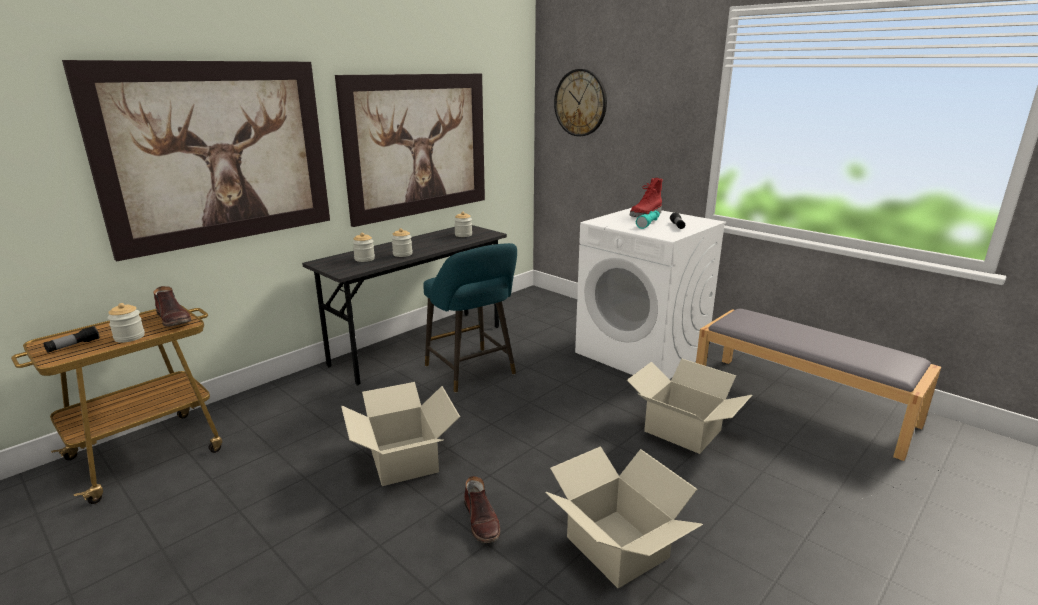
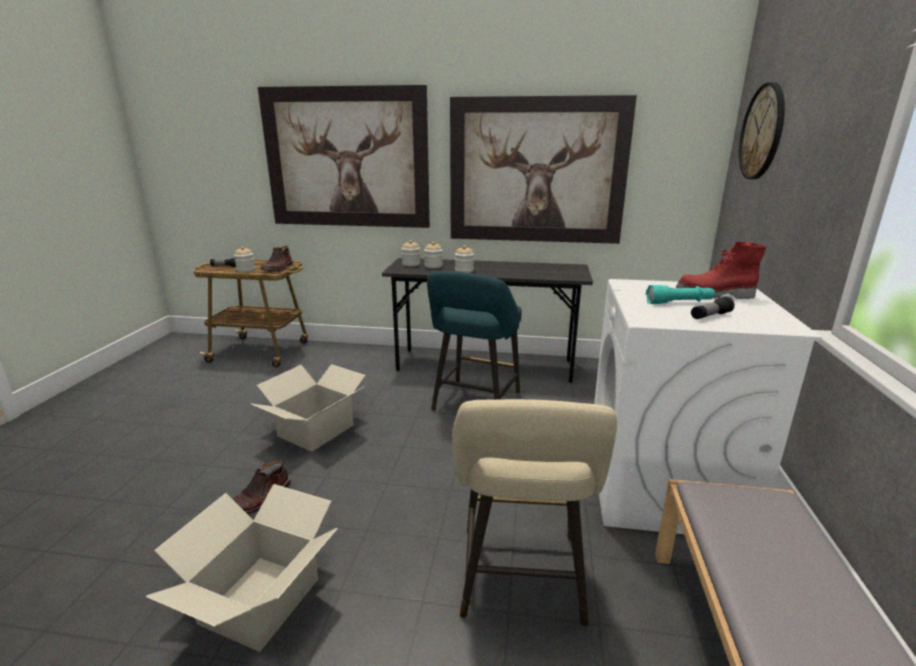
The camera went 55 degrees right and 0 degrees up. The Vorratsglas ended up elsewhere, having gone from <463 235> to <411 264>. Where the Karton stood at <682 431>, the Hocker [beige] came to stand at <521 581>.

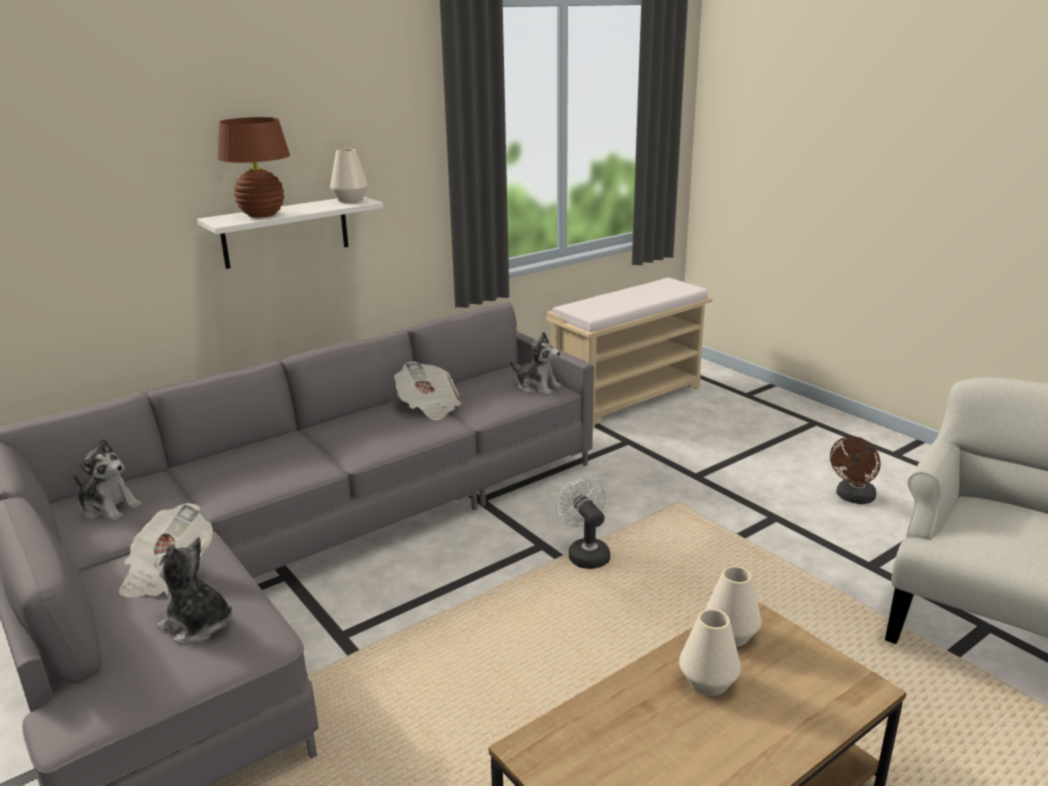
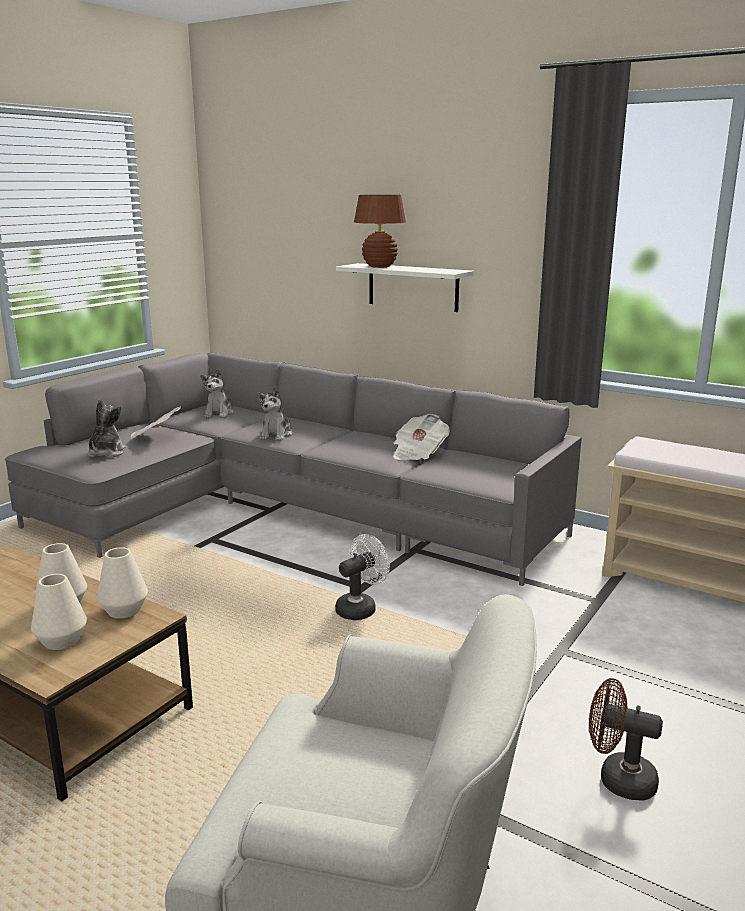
The camera went 70 degrees right and 5 degrees down. The Vase [weiß] ended up elsewhere, having gone from <350 200> to <62 641>. The Plüschtier ended up elsewhere, having gone from <537 387> to <276 435>.

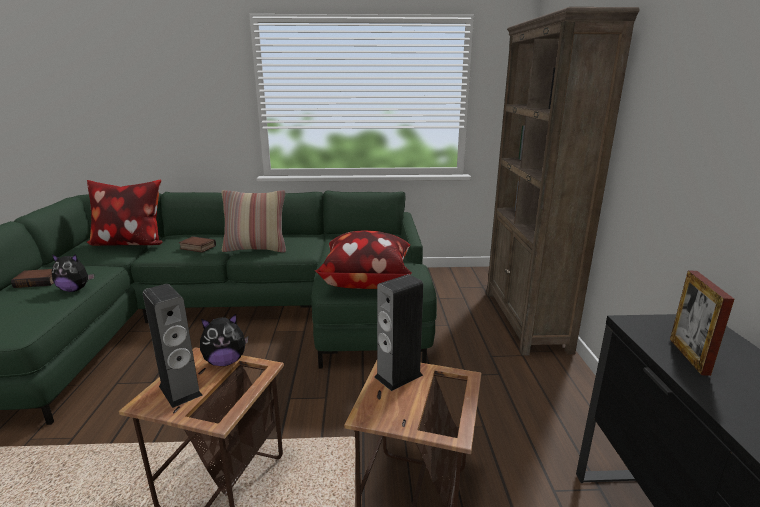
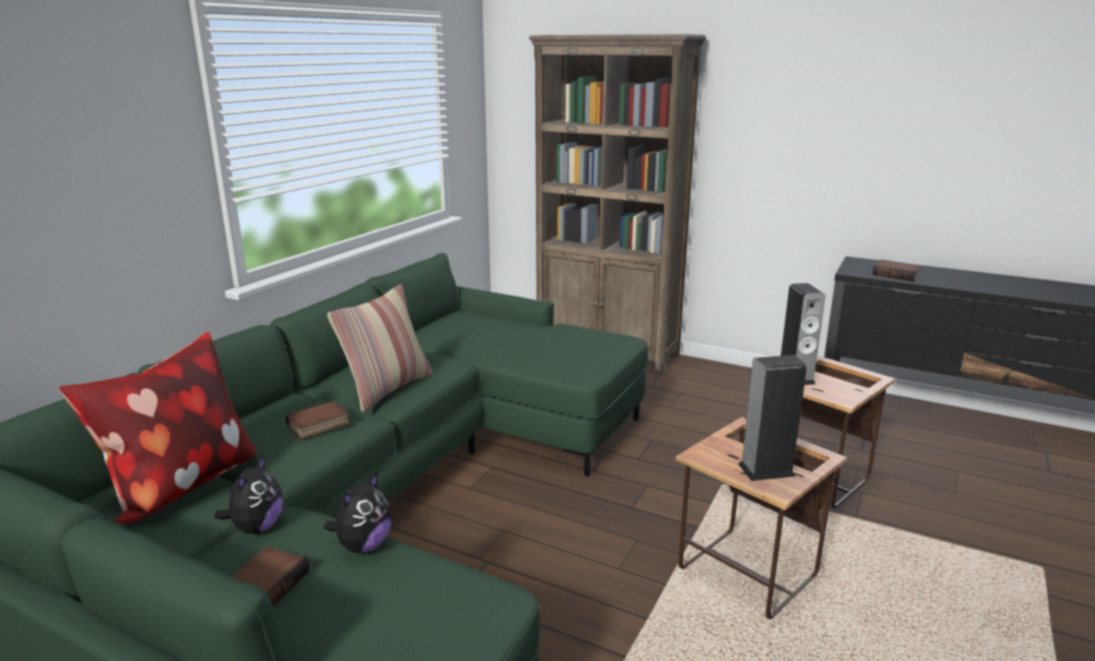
The camera went 60 degrees left and 0 degrees up. The Plüschtier ended up elsewhere, having gone from <225 361> to <257 527>. The second view lost the Kissen at <365 281>. Where the Bilderrahmen stood at <689 356>, the Buch came to stand at <897 274>.

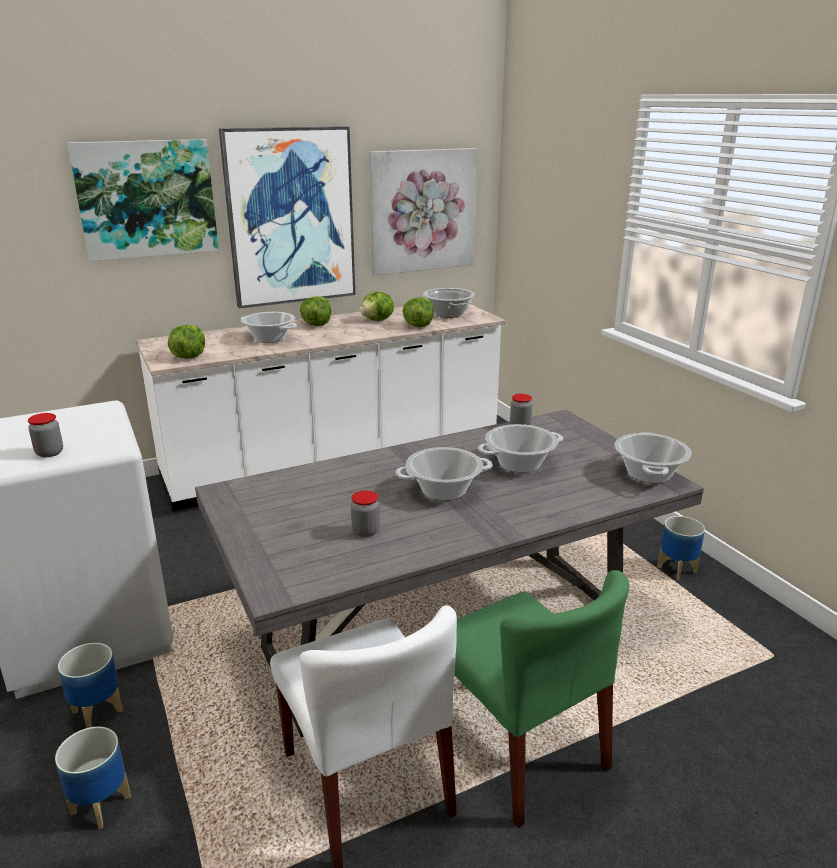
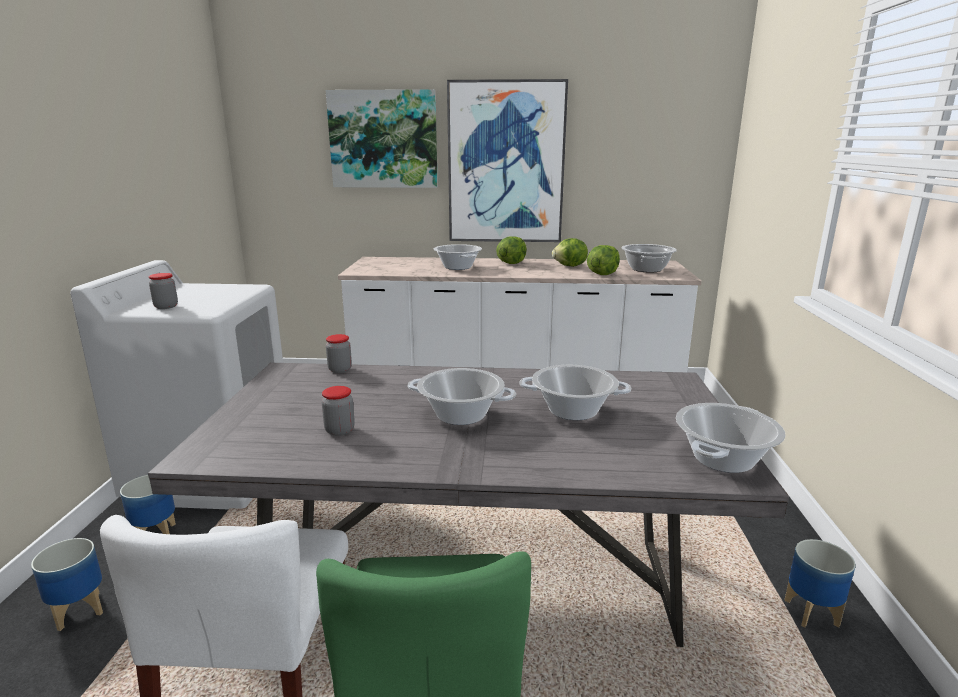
The camera went 30 degrees right and 5 degrees down. The second view lost the Salatkopf at <188 357>. The second view lost the Bild at <422 211>. The Vorratsglas ended up elsewhere, having gone from <520 425> to <340 369>.

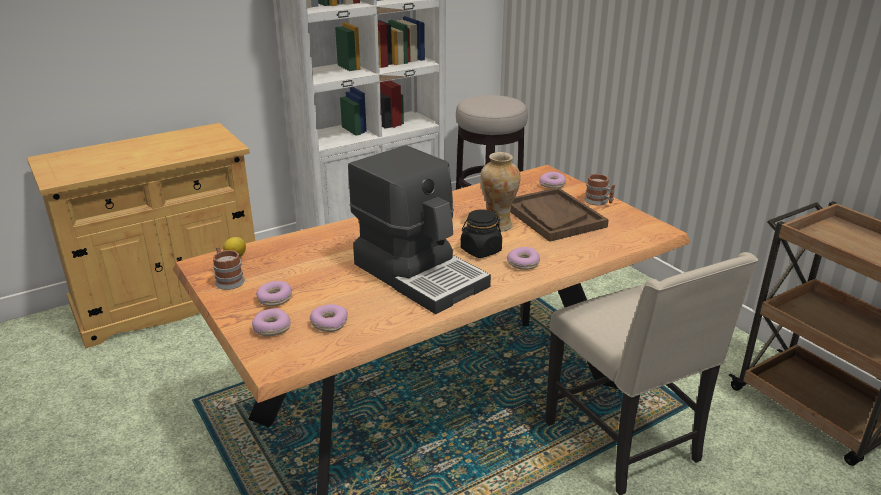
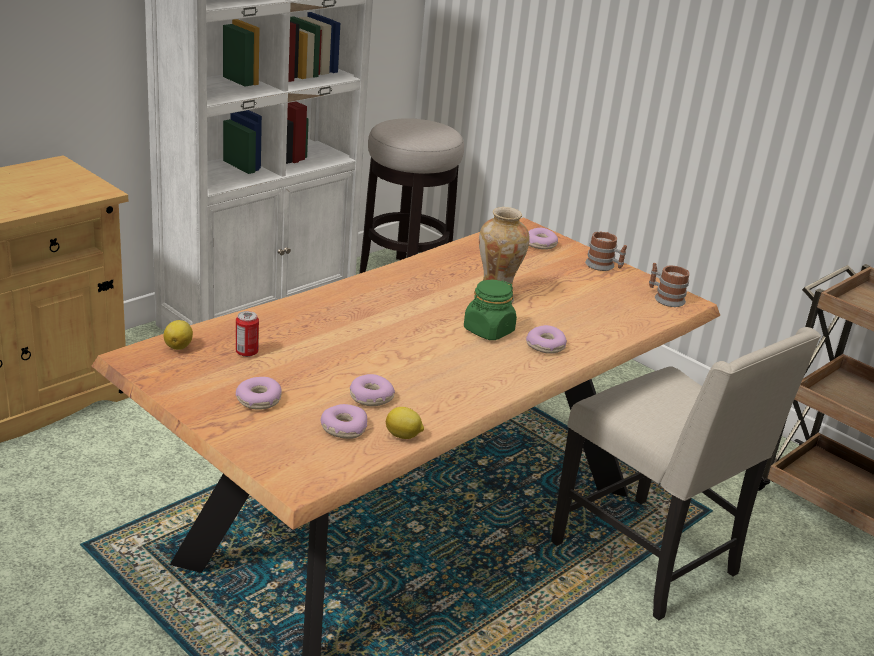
The camera went 15 degrees left and 0 degrees up. The Henkelbecher ended up elsewhere, having gone from <228 280> to <665 298>. The Donut ended up elsewhere, having gone from <271 328> to <370 397>. The second view lost the Kaffeemaschine at <420 274>. What was the Vorratsglas [schwarz] at <480 250> turned into the Vorratsglas [grün] at <488 331>. The second view lost the Tablett [braun] at <553 216>. The second view gained the Dose at <247 353>. The second view gained the Zitrone at <403 436>.

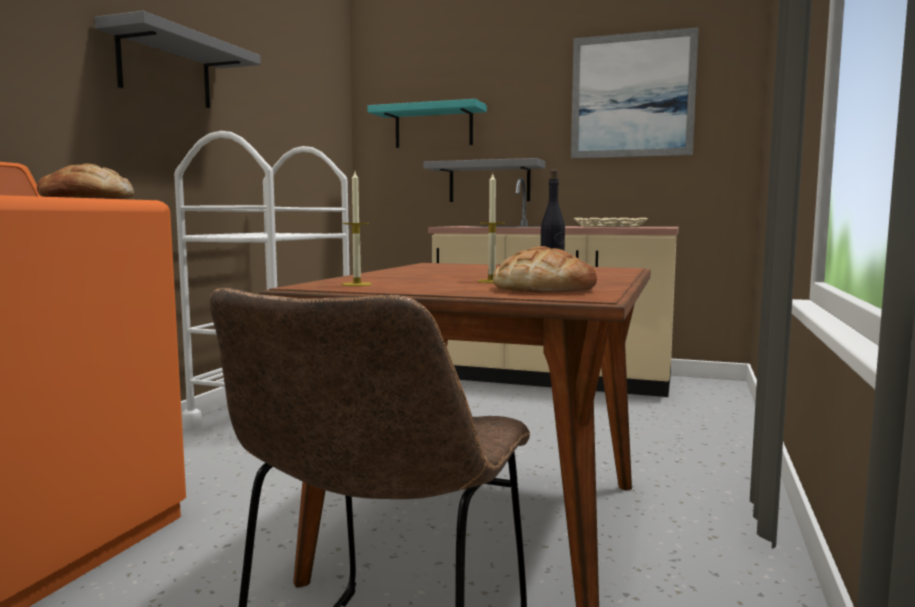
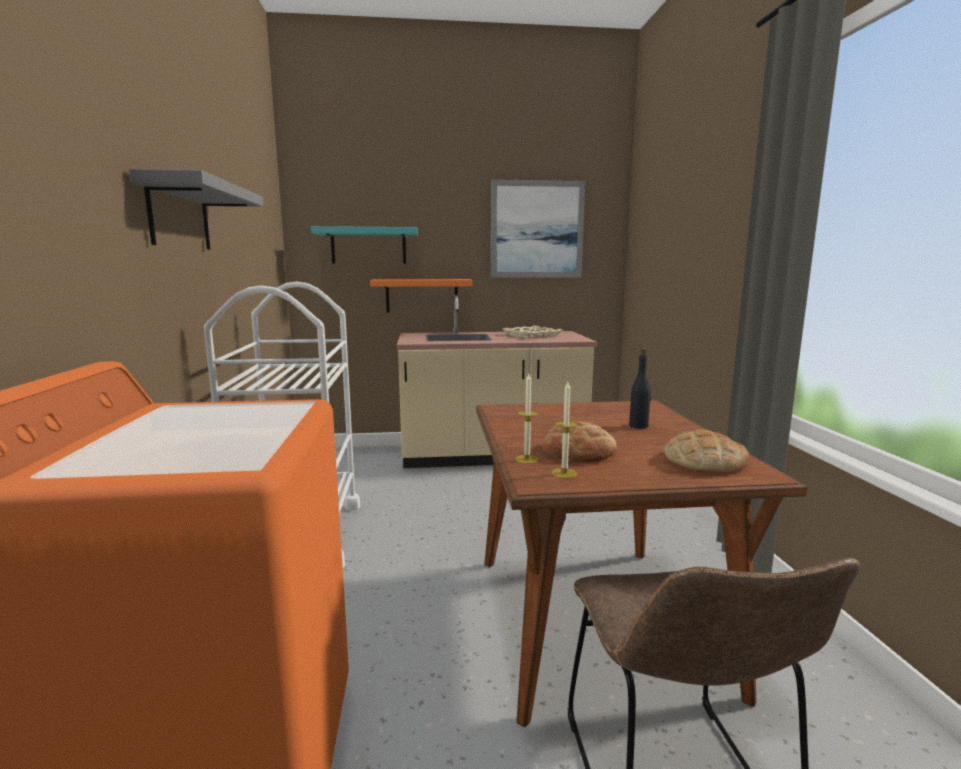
The camera went 25 degrees left and 5 degrees up. The Brot ended up elsewhere, having gone from <87 199> to <578 451>. What was the Wandregal [grau] at <489 182> turned into the Wandregal [orange] at <422 295>. The Kerze ended up elsewhere, having gone from <491 281> to <527 459>.

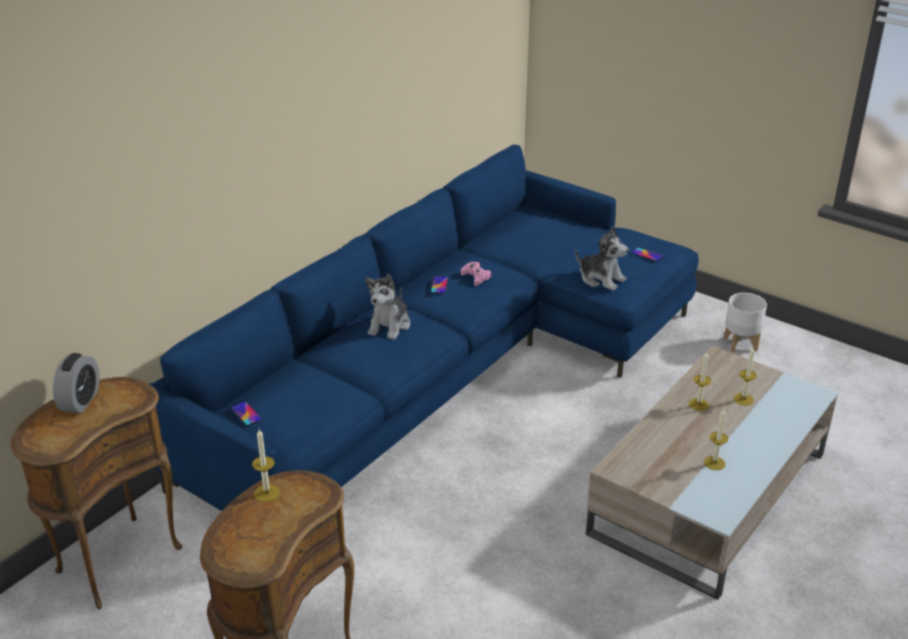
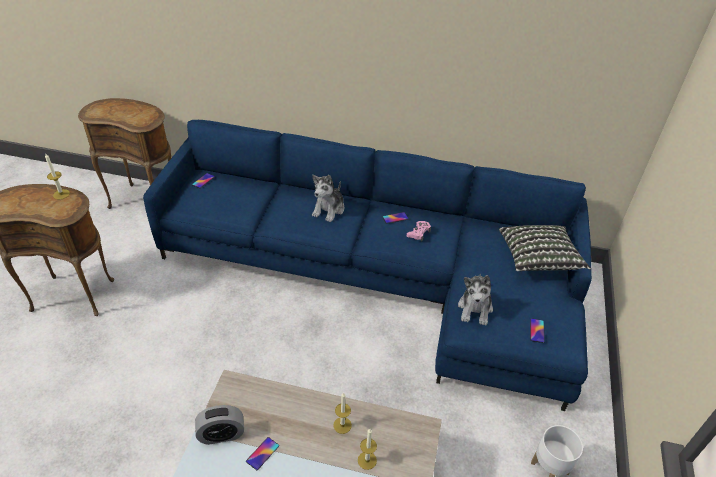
The camera went 65 degrees right and 10 degrees up. The Wecker ended up elsewhere, having gone from <80 401> to <221 434>. The Plüschtier at <389 325> ended up facing another way, 60 degrees counterclockwise from before. Where the Kerze stood at <714 463>, the Handy came to stand at <262 453>. The second view gained the Kissen at <538 259>.

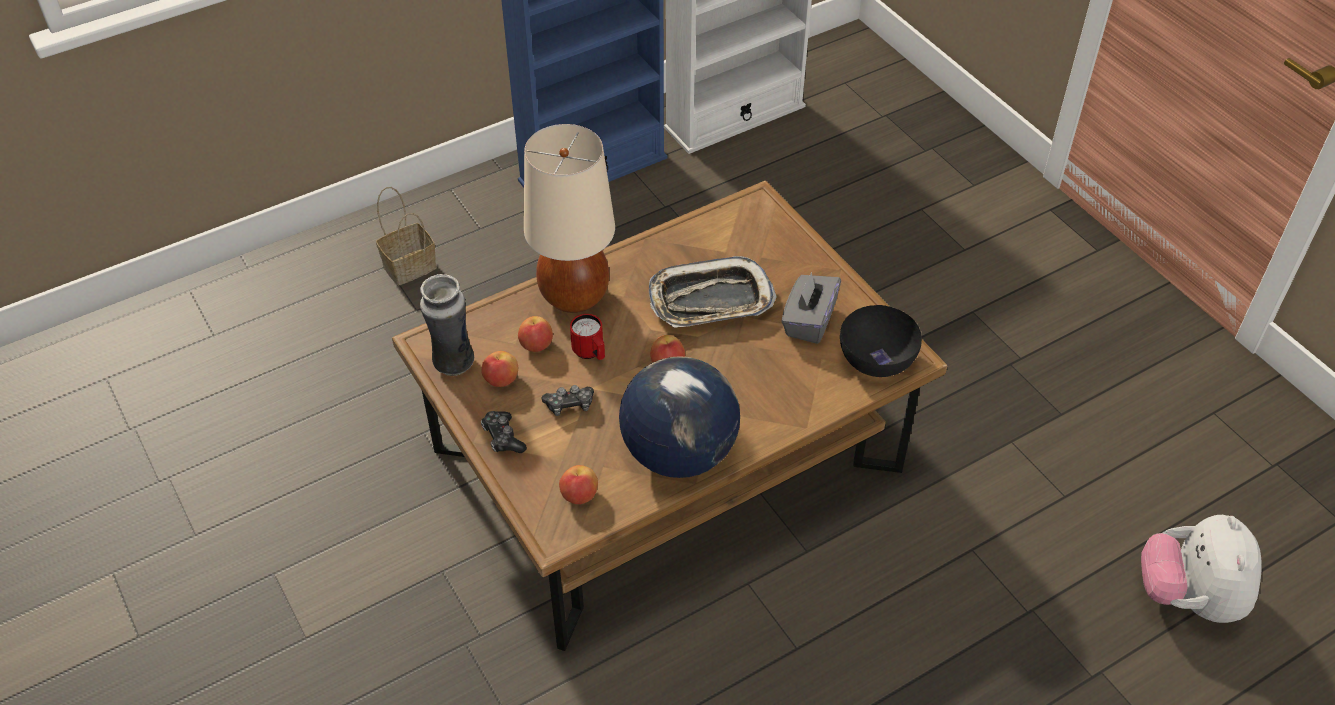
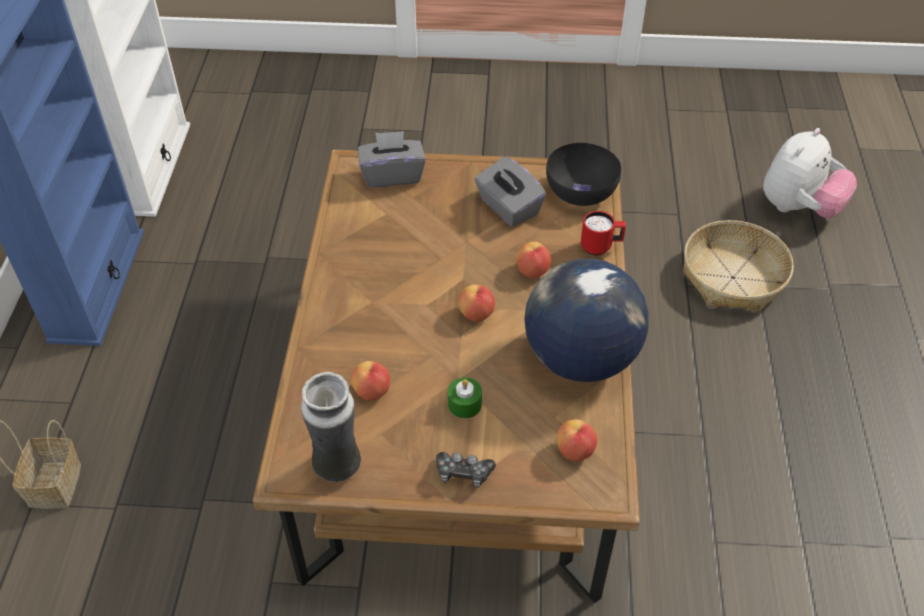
The camera went 55 degrees left and 0 degrees up. The Apfel ended up elsewhere, having gone from <501 380> to <532 271>. The second view lost the Tischlampe [beige] at <575 296>. Where the Gamepad stood at <569 405>, the Kerze [grün] came to stand at <464 404>. The Henkelbecher [rot] ended up elsewhere, having gone from <590 353> to <601 247>. The second view lost the Tablett at <710 301>. The Plüschtier at <1188 597> ended up facing another way, 90 degrees counterclockwise from before. The second view gained the Taschentuchbox [grau] at <392 175>. The second view gained the Korb at <733 277>.

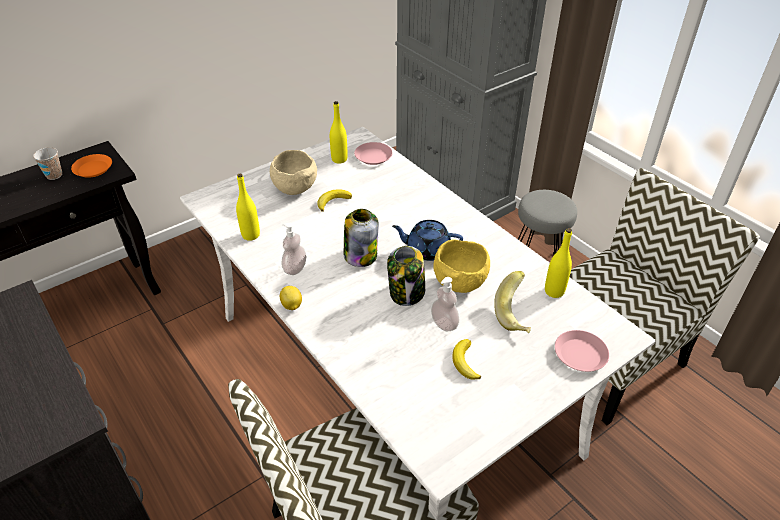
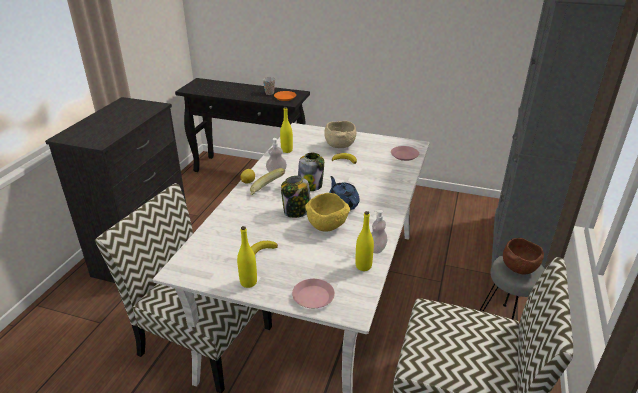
The camera went 55 degrees right and 10 degrees down. The Flasche [gelb] ended up elsewhere, having gone from <339 159> to <248 282>. The Seifenspender ended up elsewhere, having gone from <444 323> to <377 249>. The Banane ended up elsewhere, having gone from <516 315> to <267 191>. The second view gained the Schüssel [braun] at <519 268>.

